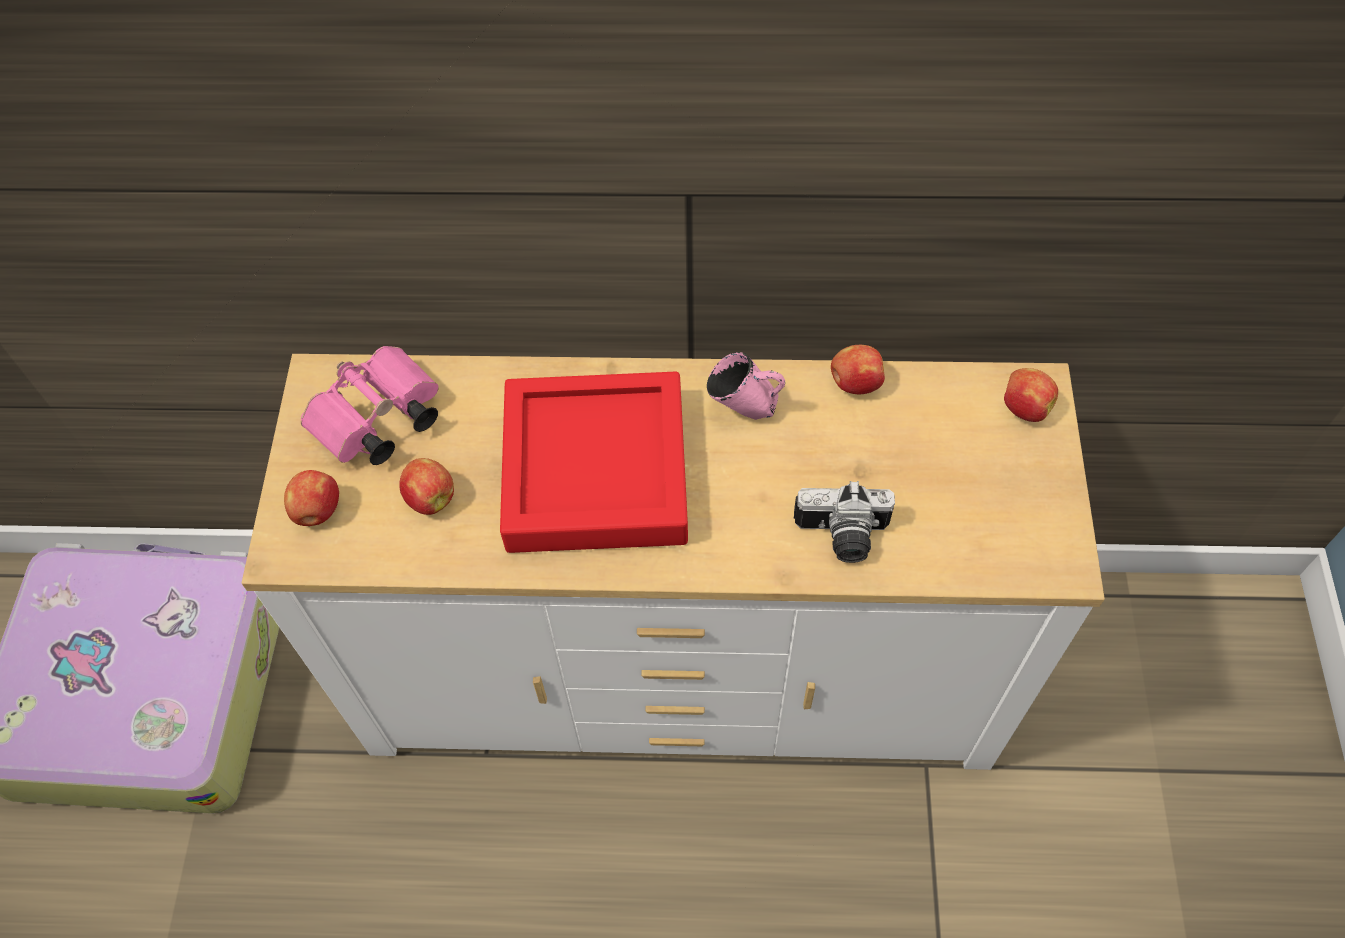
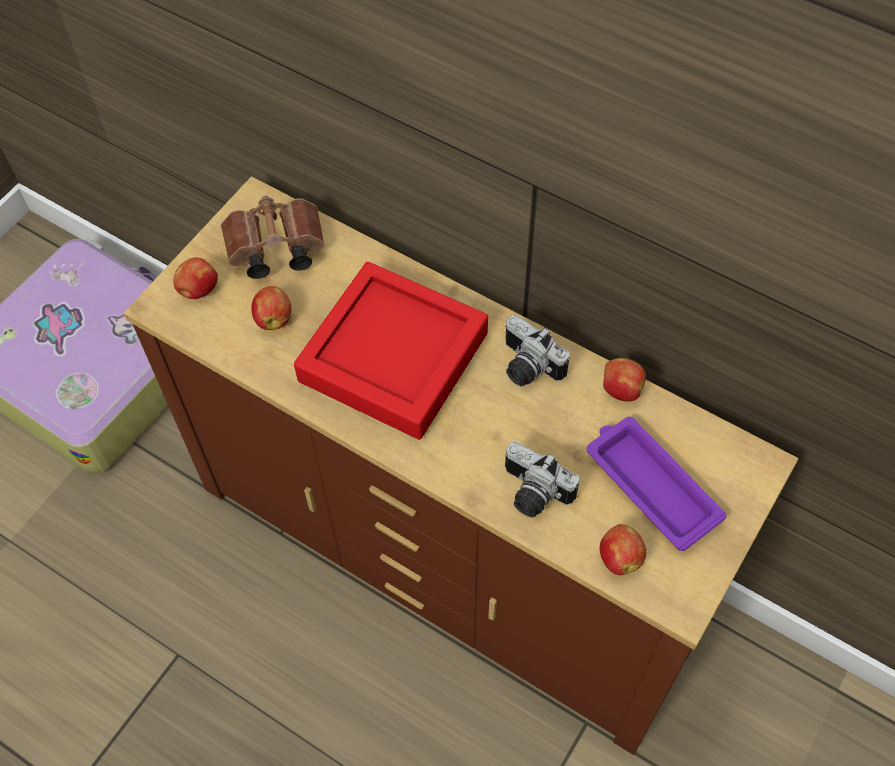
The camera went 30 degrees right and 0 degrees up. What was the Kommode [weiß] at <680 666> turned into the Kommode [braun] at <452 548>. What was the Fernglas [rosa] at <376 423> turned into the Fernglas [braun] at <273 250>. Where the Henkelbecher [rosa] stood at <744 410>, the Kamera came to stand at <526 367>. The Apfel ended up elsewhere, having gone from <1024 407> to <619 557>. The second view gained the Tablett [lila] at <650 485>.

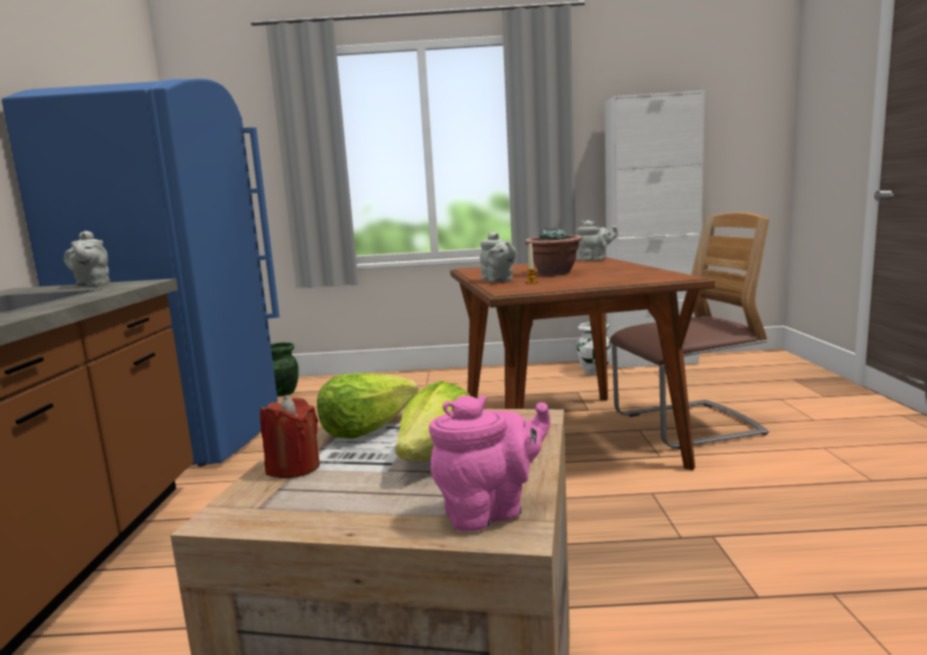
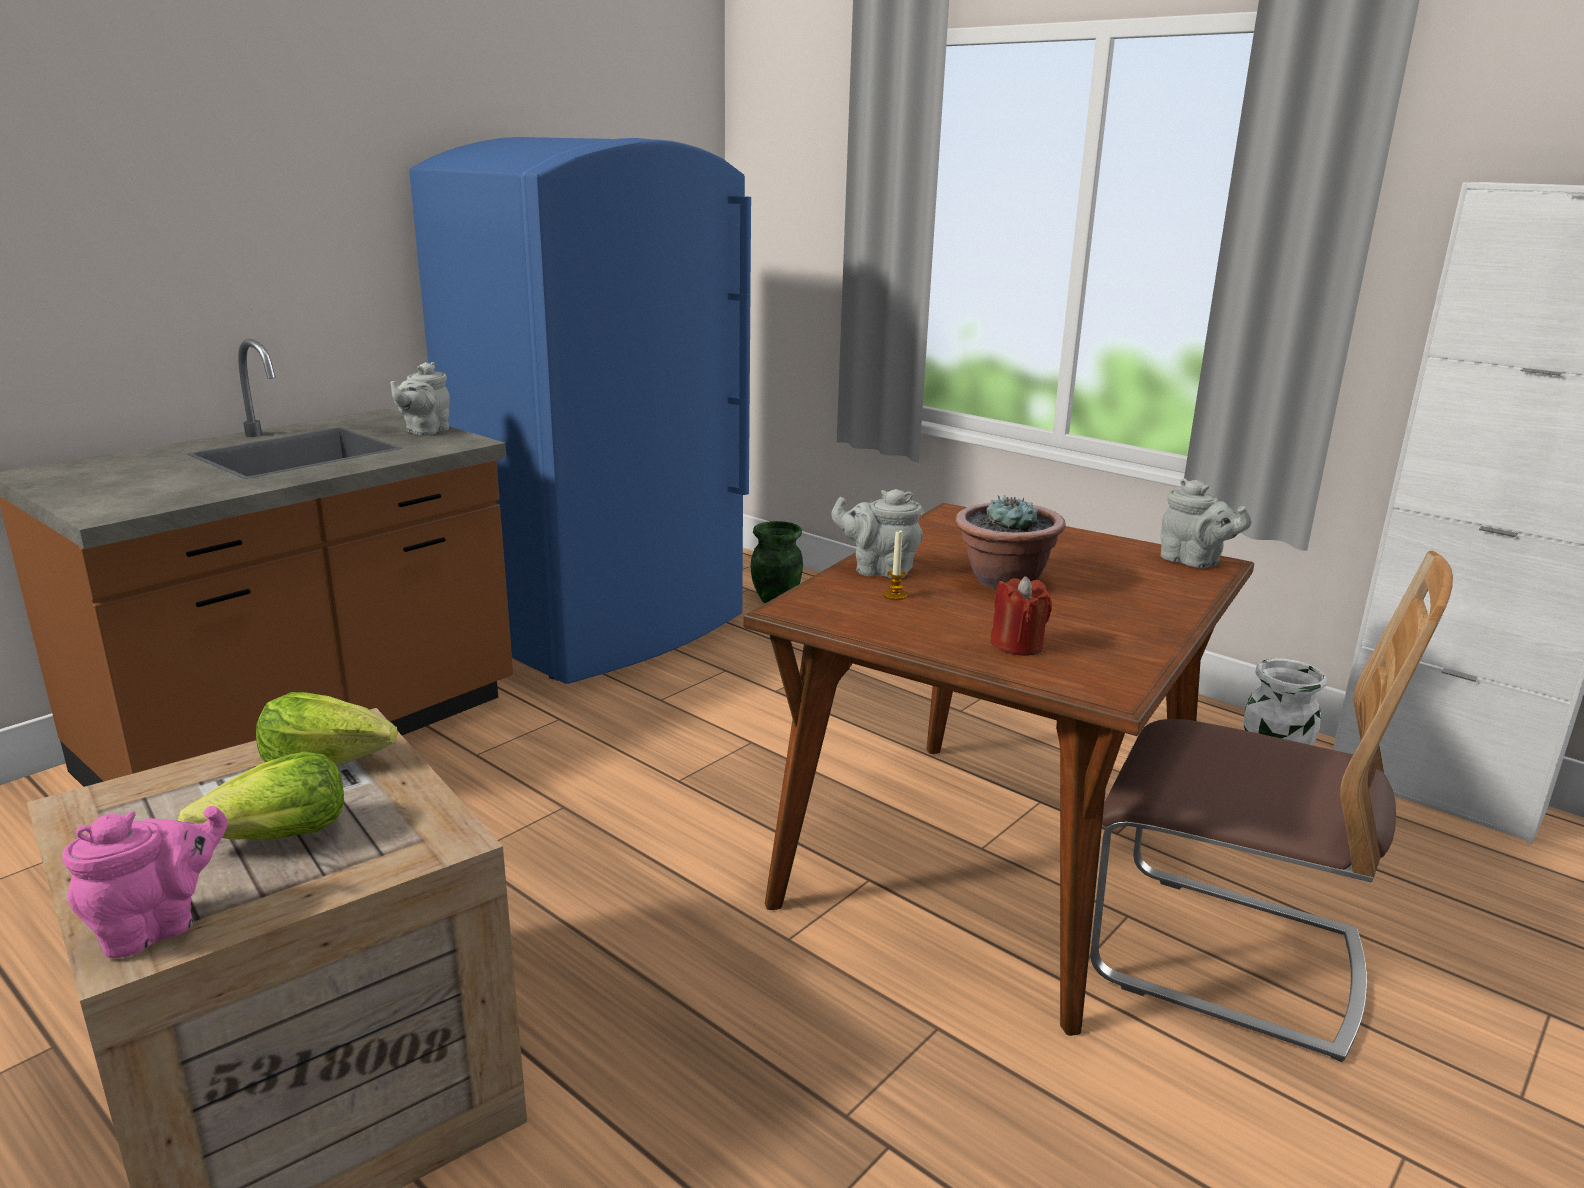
The camera went 40 degrees right and 10 degrees up. The Kerze [rot] ended up elsewhere, having gone from <293 467> to <1017 645>. The Teekanne [rosa] at <490 511> ended up facing another way, 60 degrees counterclockwise from before. The Teekanne [grau] at <498 281> ended up facing another way, 90 degrees clockwise from before.

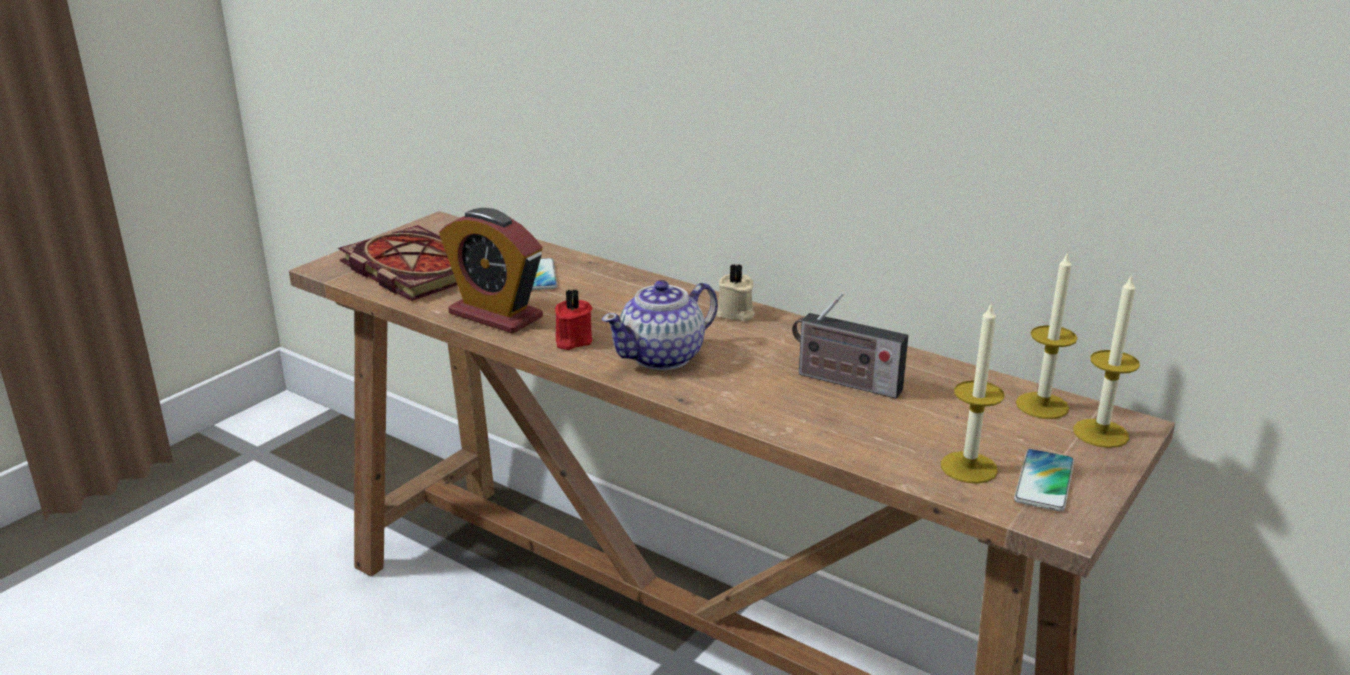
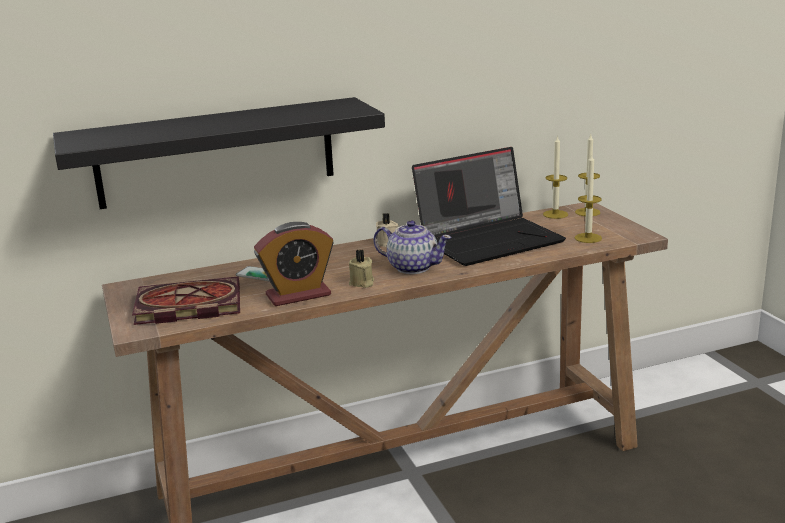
The camera went 55 degrees left and 5 degrees down. What was the Kerze [rot] at <572 341> turned into the Kerze [beige] at <362 283>. The Teekanne at <663 357> ended up facing another way, 60 degrees counterclockwise from before. Where the Radio stood at <844 382>, the Laptop came to stand at <489 239>. The second view lost the Handy at <1044 481>. The second view gained the Wandregal [schwarz] at <216 153>.

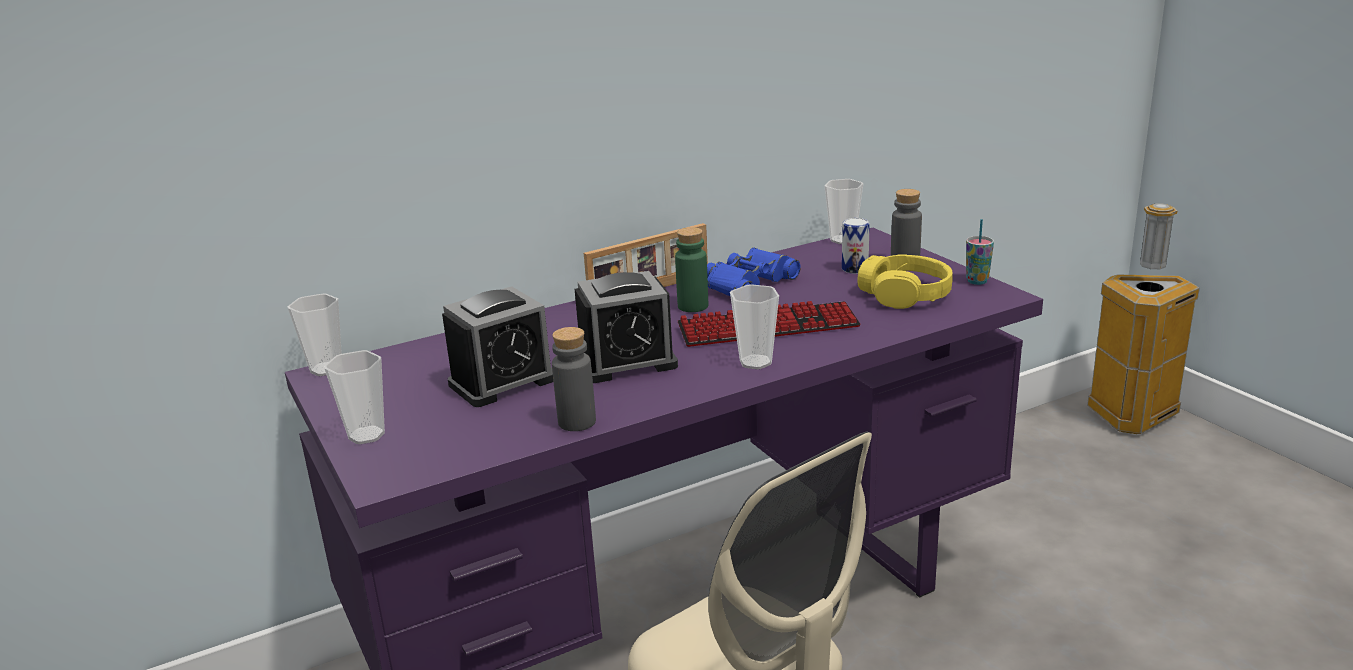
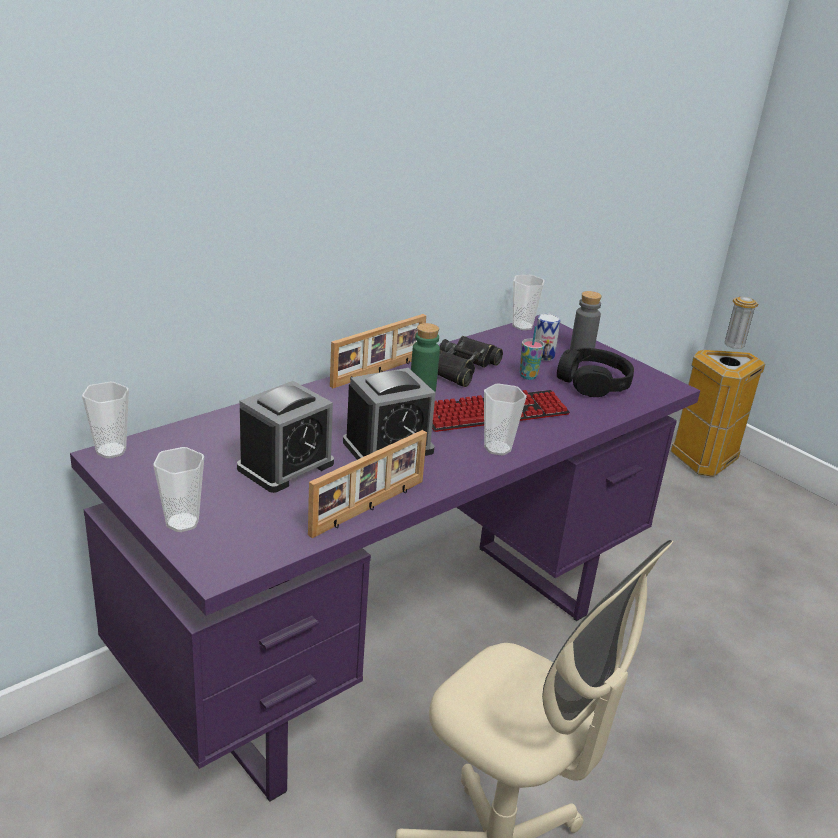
The camera went 15 degrees left and 5 degrees up. Where the Flasche [grau] stood at <577 422>, the Bilderrahmen came to stand at <369 508>. What was the Fernglas [blau] at <749 284> turned into the Fernglas [schwarz] at <461 368>. What was the Kopfhörer [gelb] at <905 294> turned into the Kopfhörer [schwarz] at <593 383>. The Tasse ended up elsewhere, having gone from <977 281> to <528 376>.

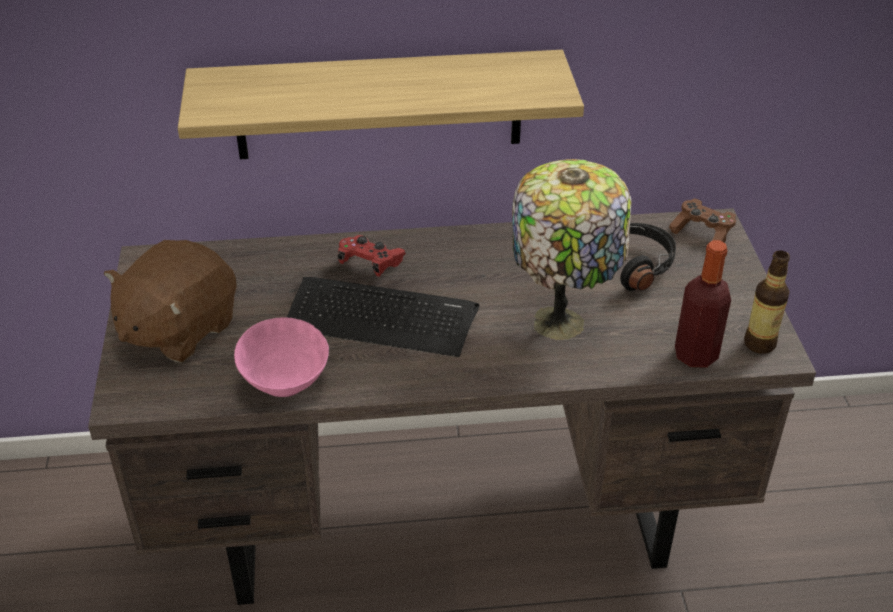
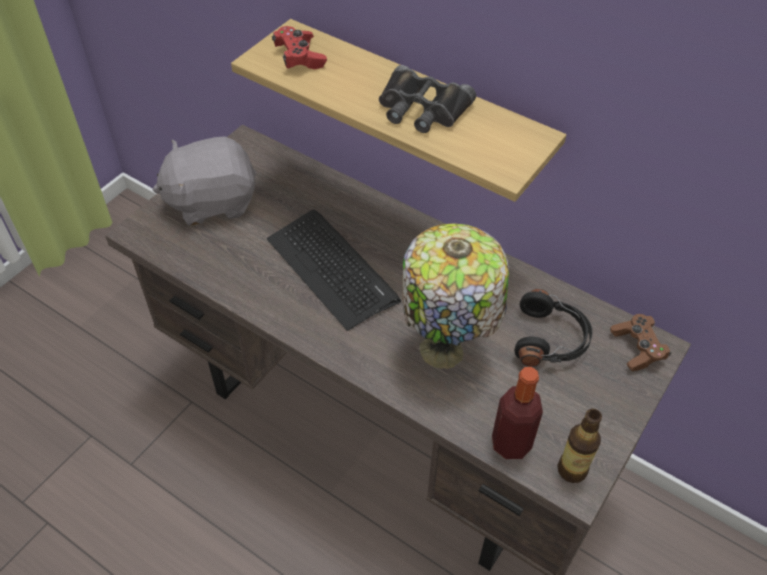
The camera went 40 degrees right and 10 degrees up. What was the Plüschtier [braun] at <178 329> turned into the Plüschtier [grau] at <212 201>. The second view lost the Schüssel [rosa] at <284 383>. The Gamepad [rot] ended up elsewhere, having gone from <370 263> to <299 57>. The second view gained the Fernglas [schwarz] at <422 109>.

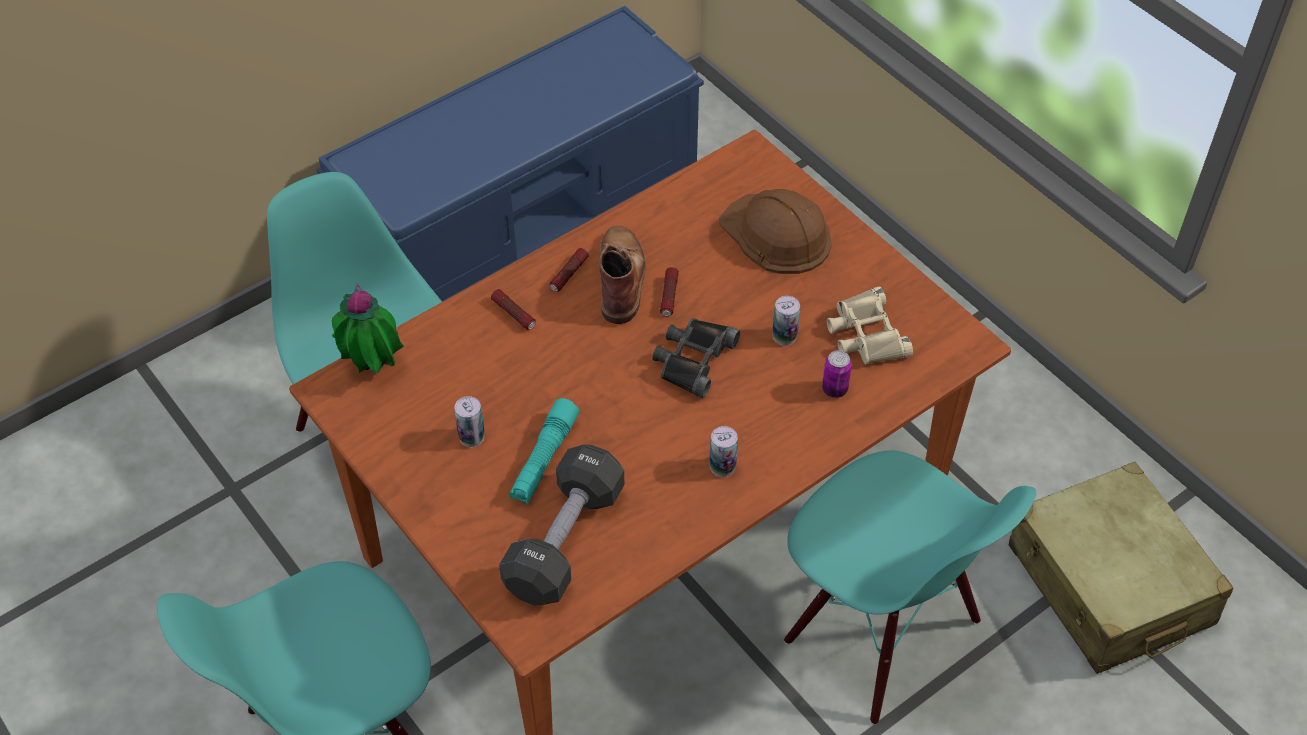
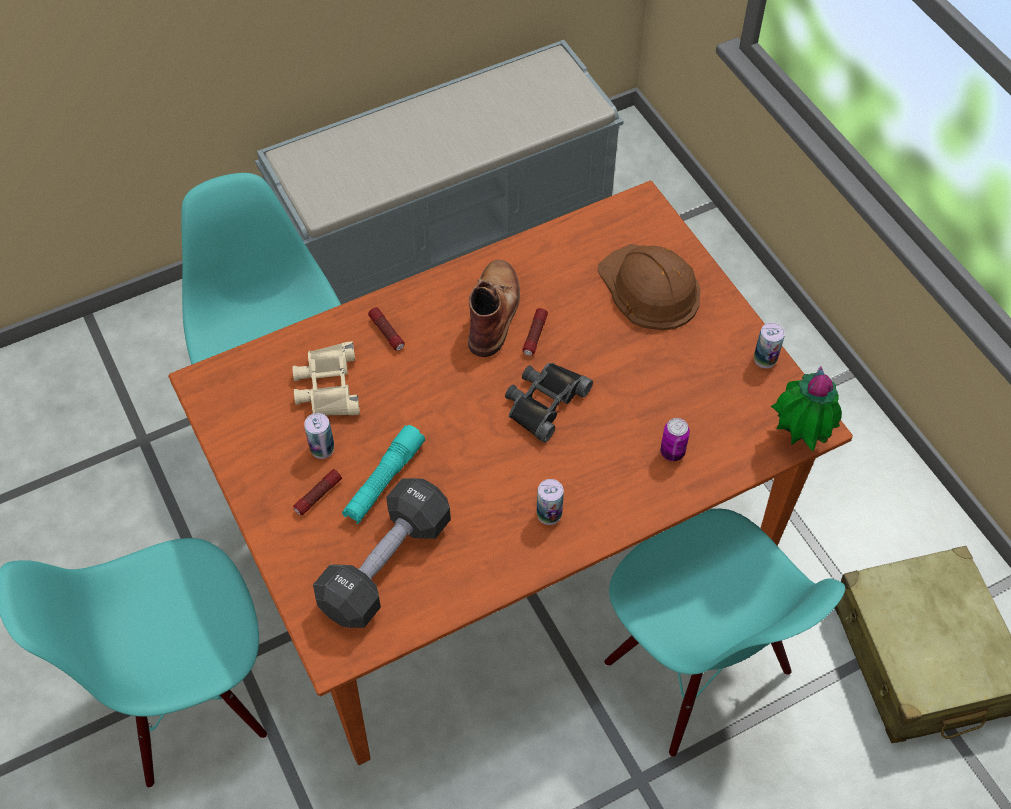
The camera went 10 degrees right and 5 degrees up. What was the Bank [blau] at <525 225> turned into the Bank [grau] at <448 231>. The Topfpflanze ended up elsewhere, having gone from <372 368> to <797 439>. The Taschenlampe ended up elsewhere, having gone from <569 274> to <318 496>. The Dose ended up elsewhere, having gone from <784 336> to <765 359>. The Fernglas [beige] ended up elsewhere, having gone from <865 334> to <327 386>.

